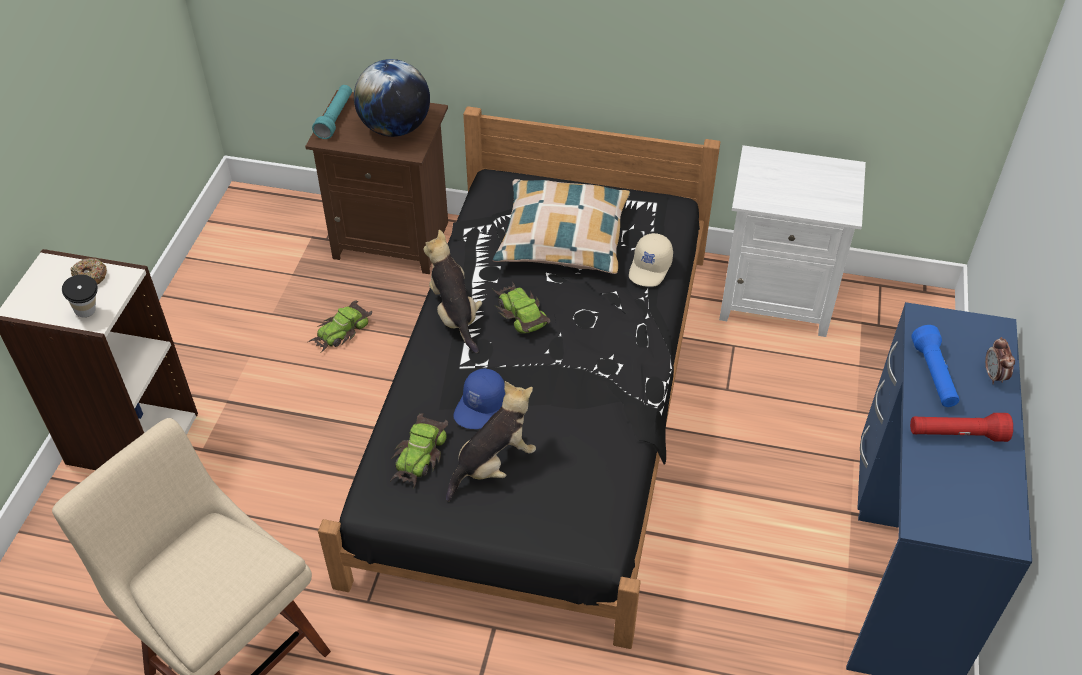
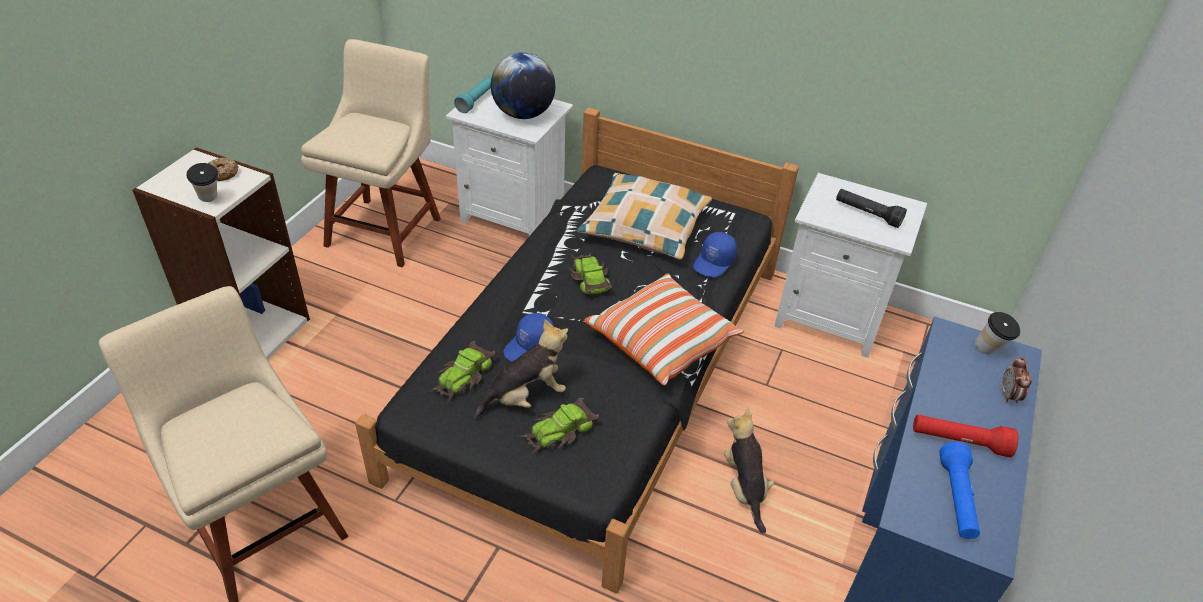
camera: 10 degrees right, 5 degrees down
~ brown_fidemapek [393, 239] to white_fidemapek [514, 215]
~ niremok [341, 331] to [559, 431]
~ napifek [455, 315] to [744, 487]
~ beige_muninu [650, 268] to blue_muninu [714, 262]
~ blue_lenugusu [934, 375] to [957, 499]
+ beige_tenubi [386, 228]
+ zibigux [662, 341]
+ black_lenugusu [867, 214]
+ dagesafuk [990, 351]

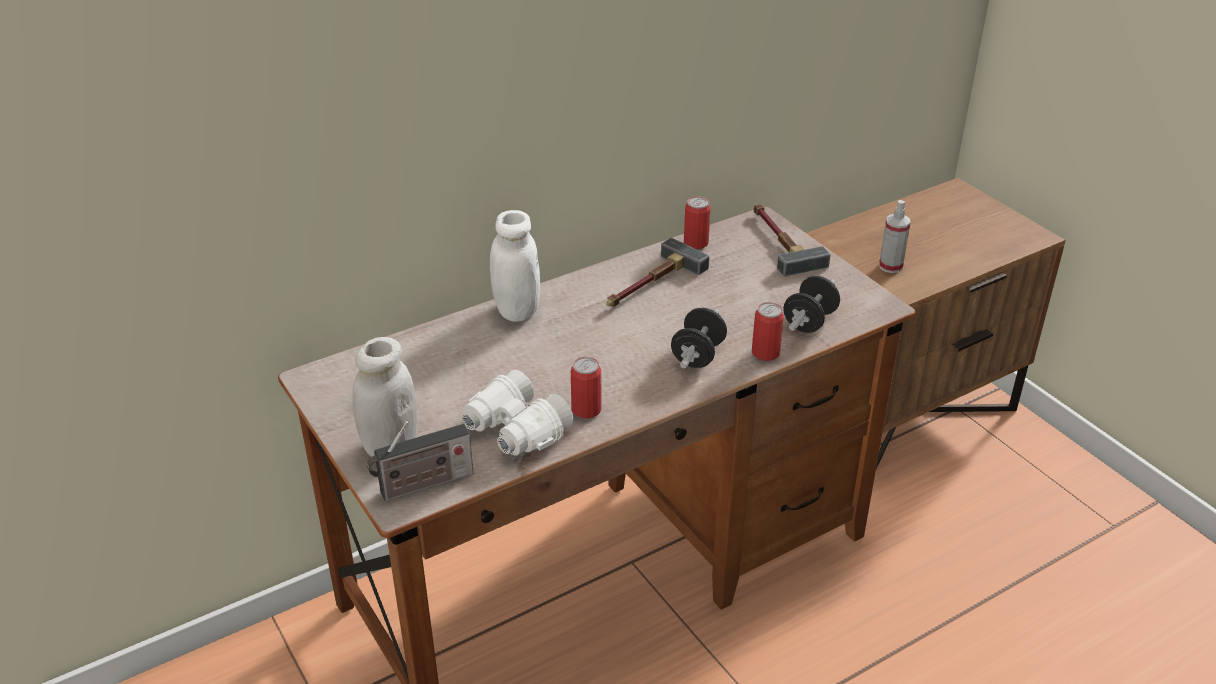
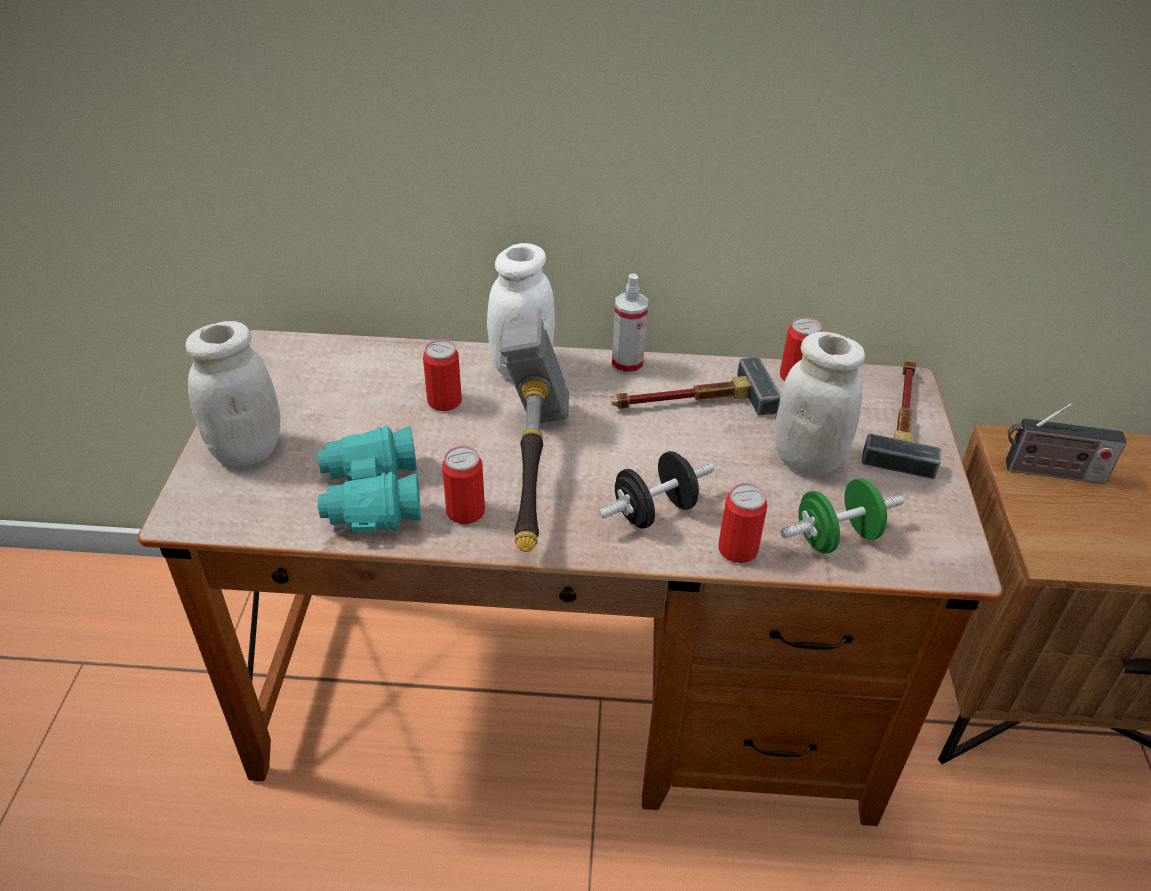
camera: 35 degrees right, 5 degrees up
~ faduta [423, 485] to [1049, 472]
~ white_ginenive [515, 431] to turquoise_ginenive [371, 496]
~ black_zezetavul [809, 321] to green_zezetavul [836, 537]
~ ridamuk [890, 266] to [627, 364]
+ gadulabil [444, 401]
+ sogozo [533, 472]
+ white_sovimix [807, 459]

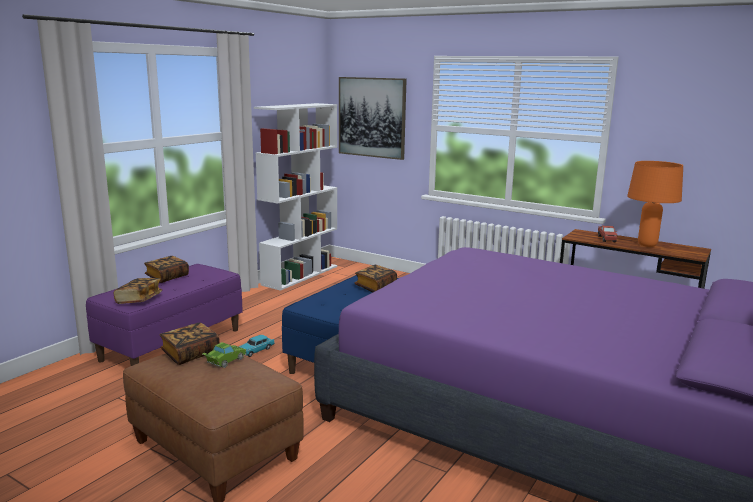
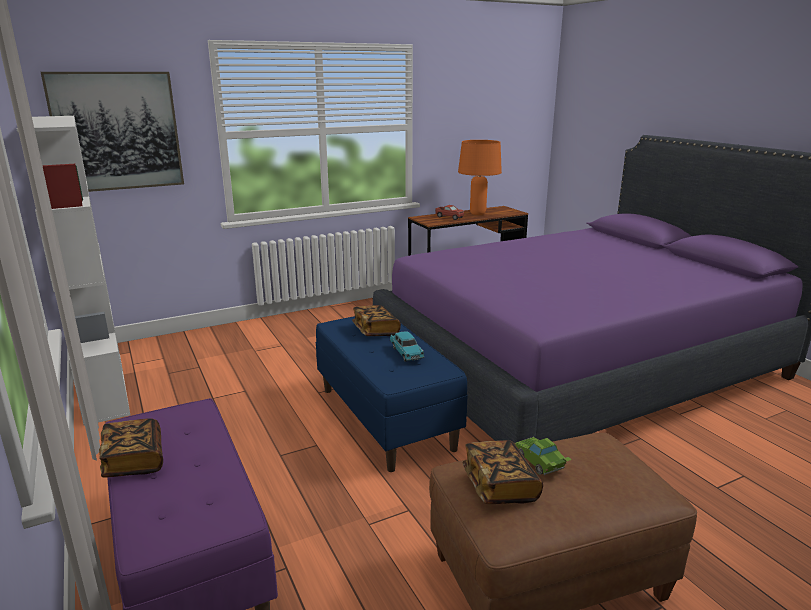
camera: 60 degrees left, 5 degrees up
- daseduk [139, 300]
~ turquoise_niremok [256, 350] to [406, 353]

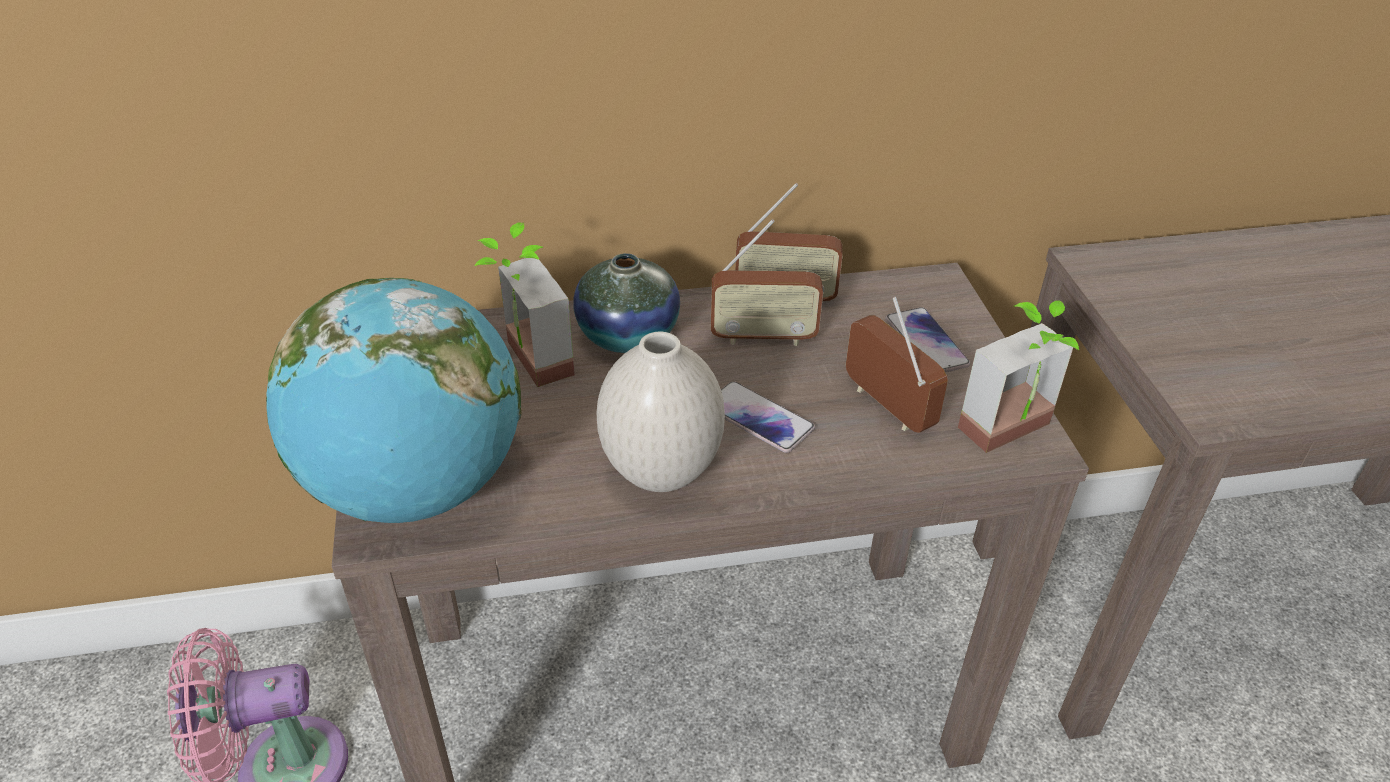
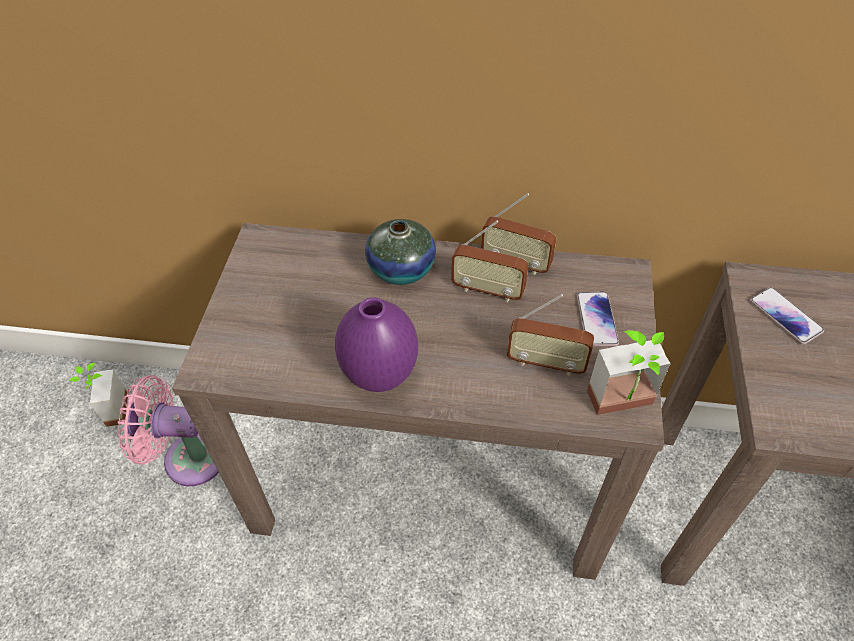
camera: 20 degrees right, 10 degrees up
- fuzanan [417, 488]
~ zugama [524, 363] to [109, 411]
~ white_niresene [659, 473] to purple_niresene [379, 375]
~ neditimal [759, 418] to [785, 316]
~ faduta [887, 407] = [546, 363] 120 degrees clockwise

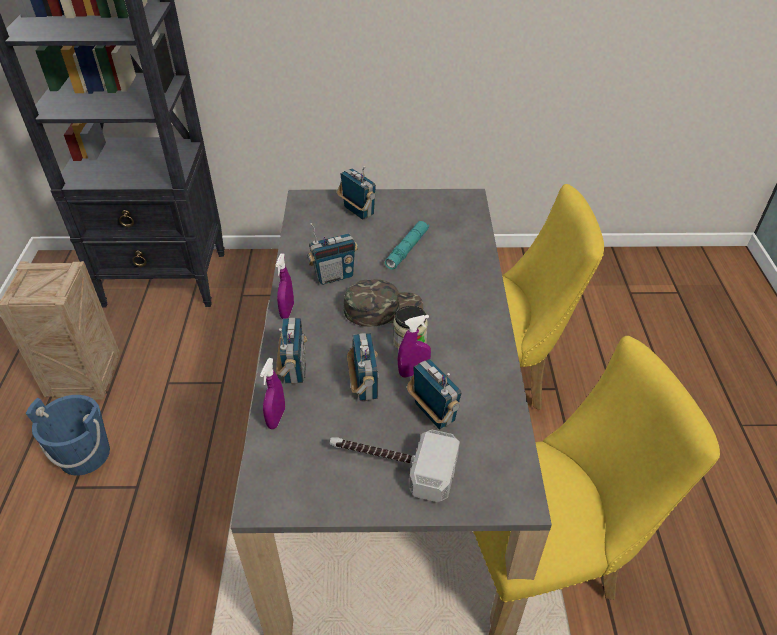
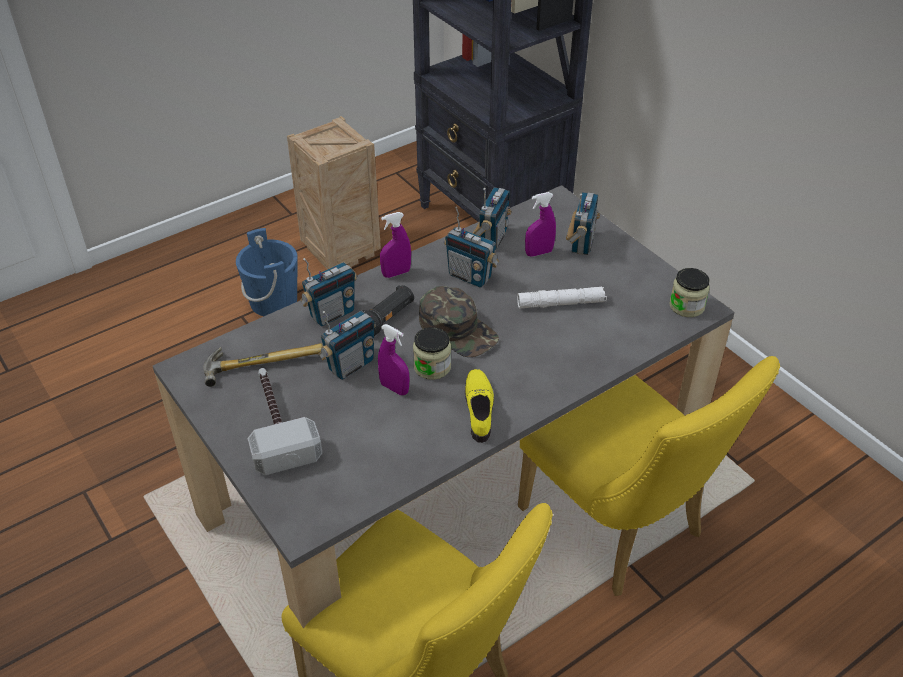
camera: 55 degrees right, 0 degrees up
~ purple_ridamuk [276, 418] to [539, 253]
~ turquoise_lenugusu [407, 249] to white_lenugusu [561, 303]
~ faduta [433, 413] to [492, 238]
+ sogozo [263, 360]
+ black_lenugusu [387, 319]
+ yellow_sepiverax [480, 408]
+ sovimix [686, 306]

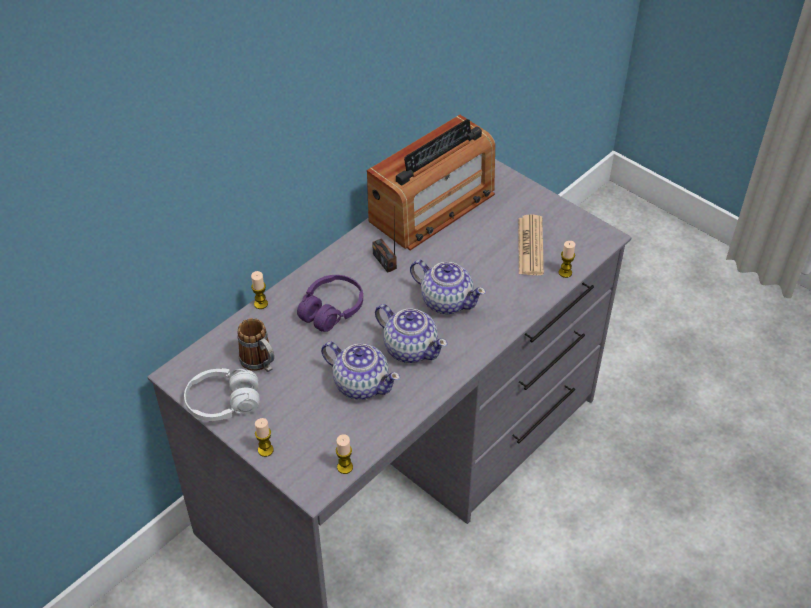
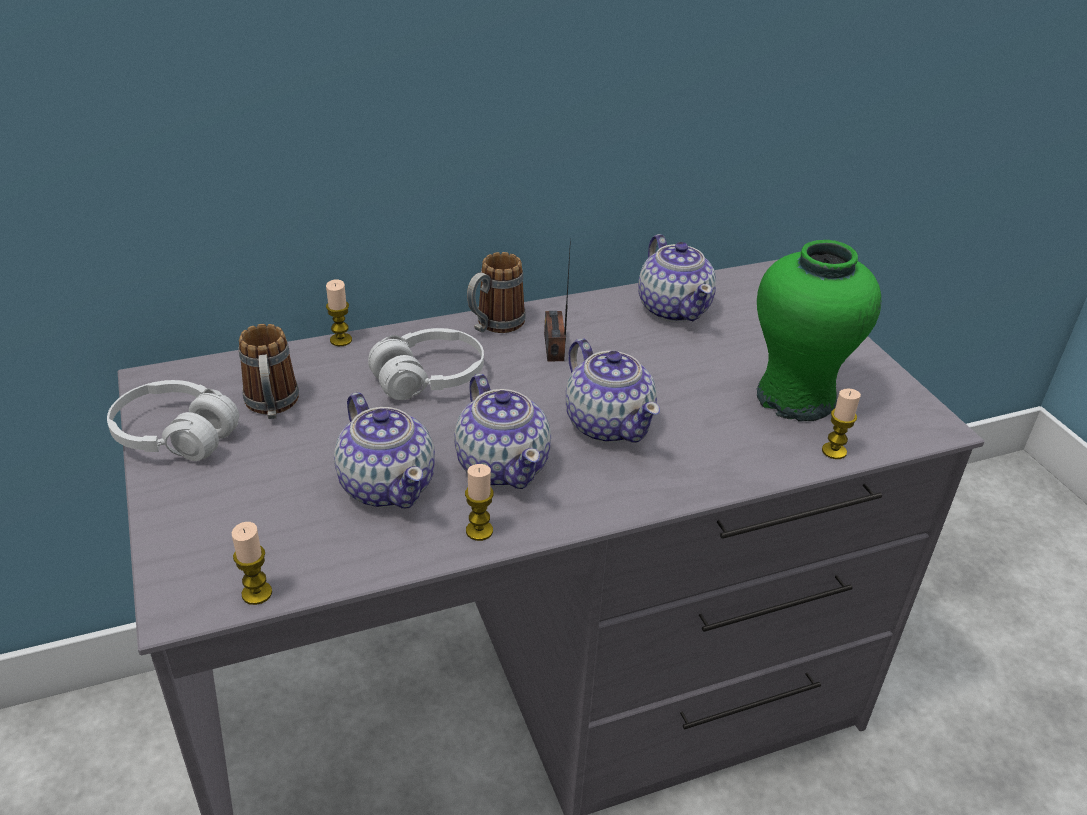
camera: 25 degrees right, 10 degrees down
~ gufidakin [265, 450] to [479, 531]
~ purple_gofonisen [331, 310] to white_gofonisen [429, 378]
~ faduta [432, 207] to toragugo [674, 308]
~ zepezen [530, 246] to green_niresene [796, 398]
+ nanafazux [493, 326]

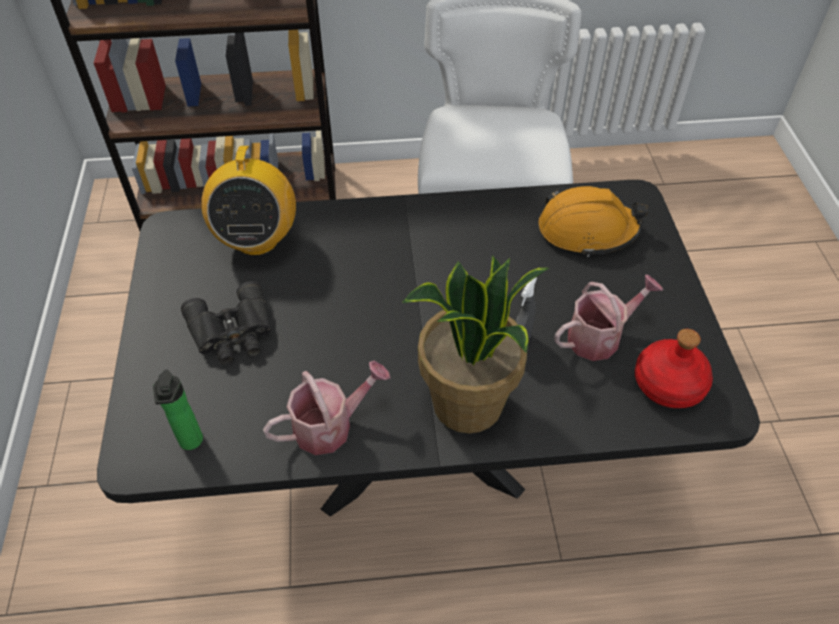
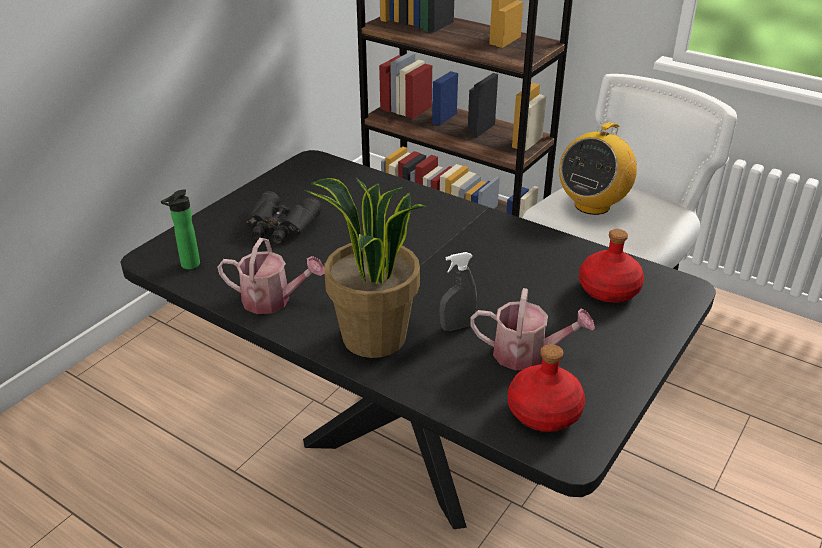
camera: 40 degrees right, 15 degrees down
~ faduta [257, 240] to [592, 205]
~ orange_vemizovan [587, 230] to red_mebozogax [608, 289]

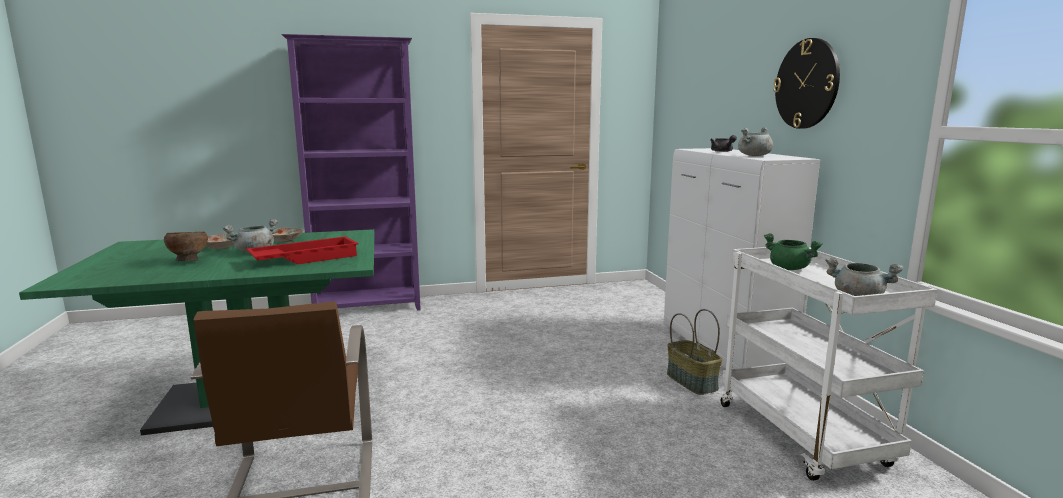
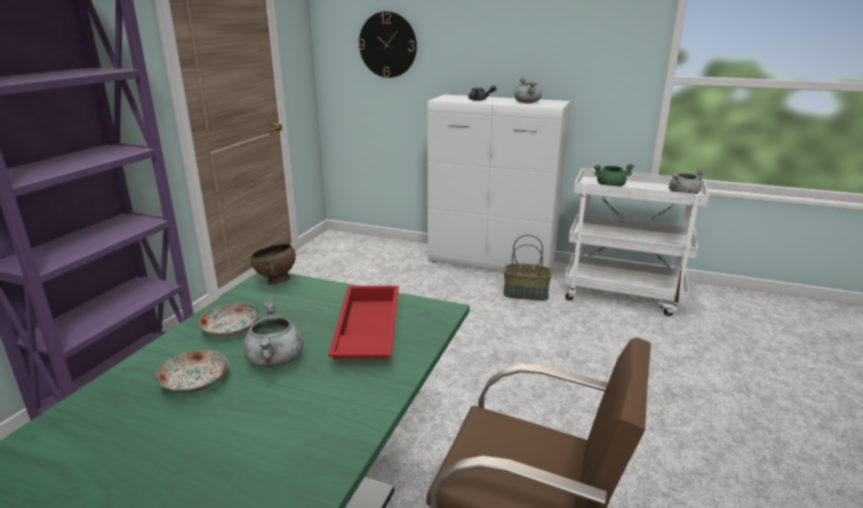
camera: 55 degrees left, 10 degrees up
~ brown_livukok [188, 261] to [276, 282]
~ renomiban [807, 84] to [388, 45]

